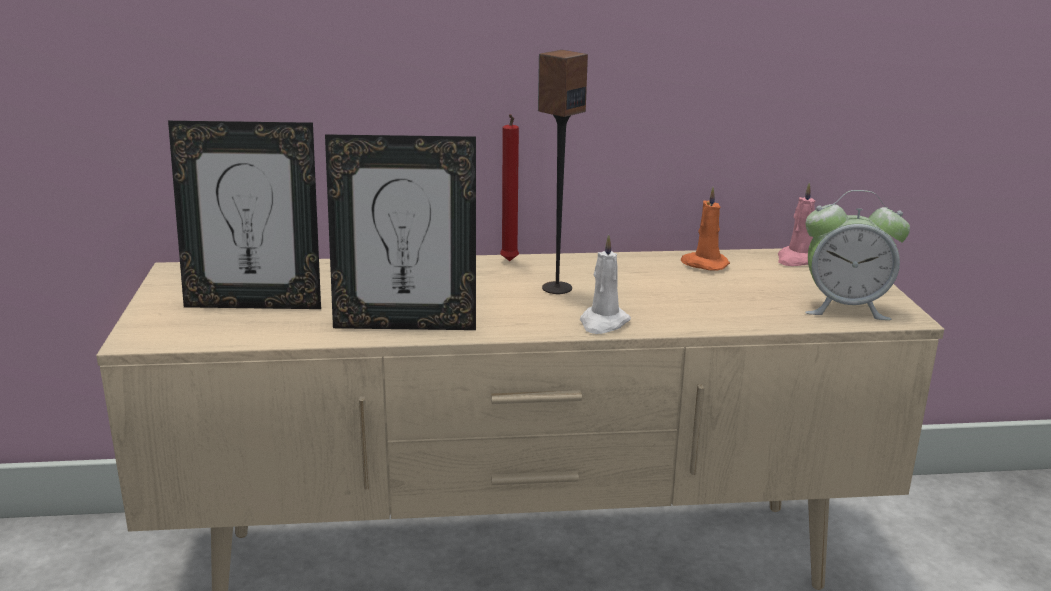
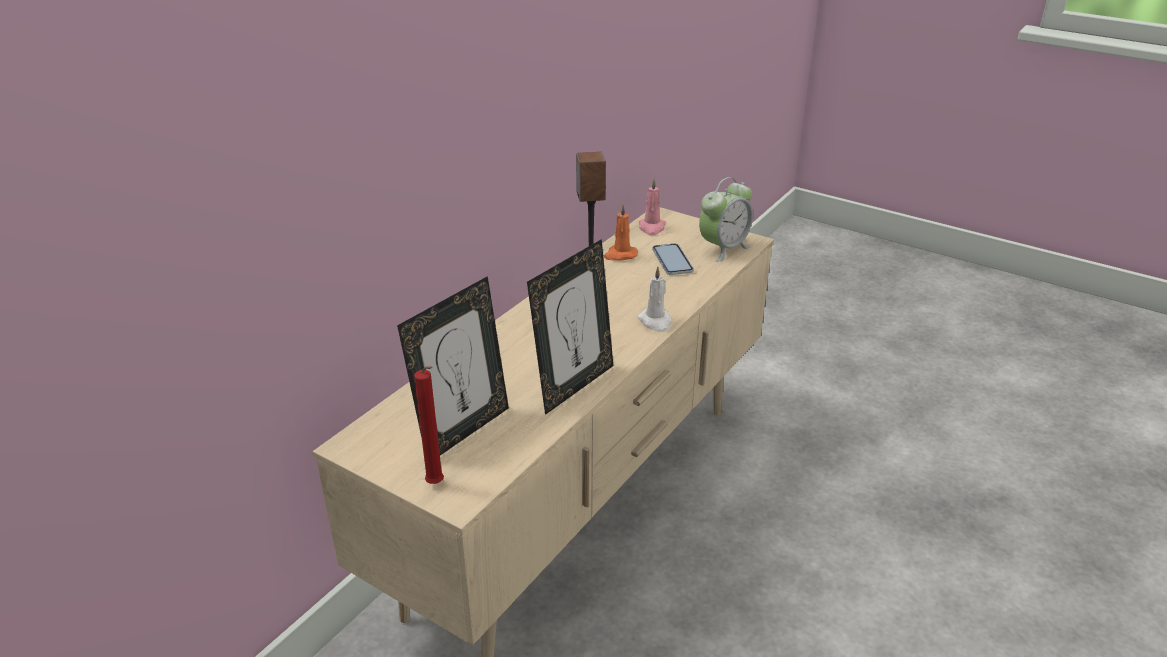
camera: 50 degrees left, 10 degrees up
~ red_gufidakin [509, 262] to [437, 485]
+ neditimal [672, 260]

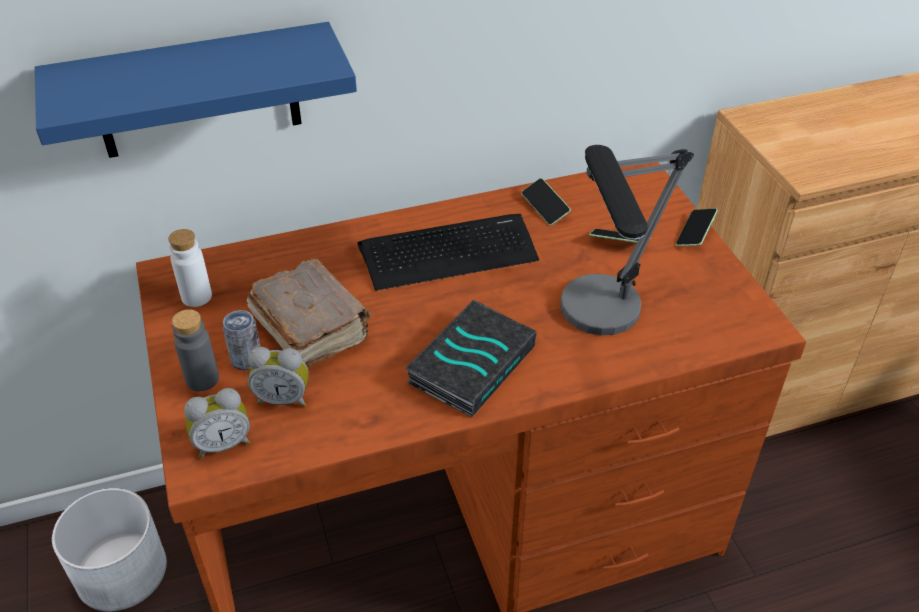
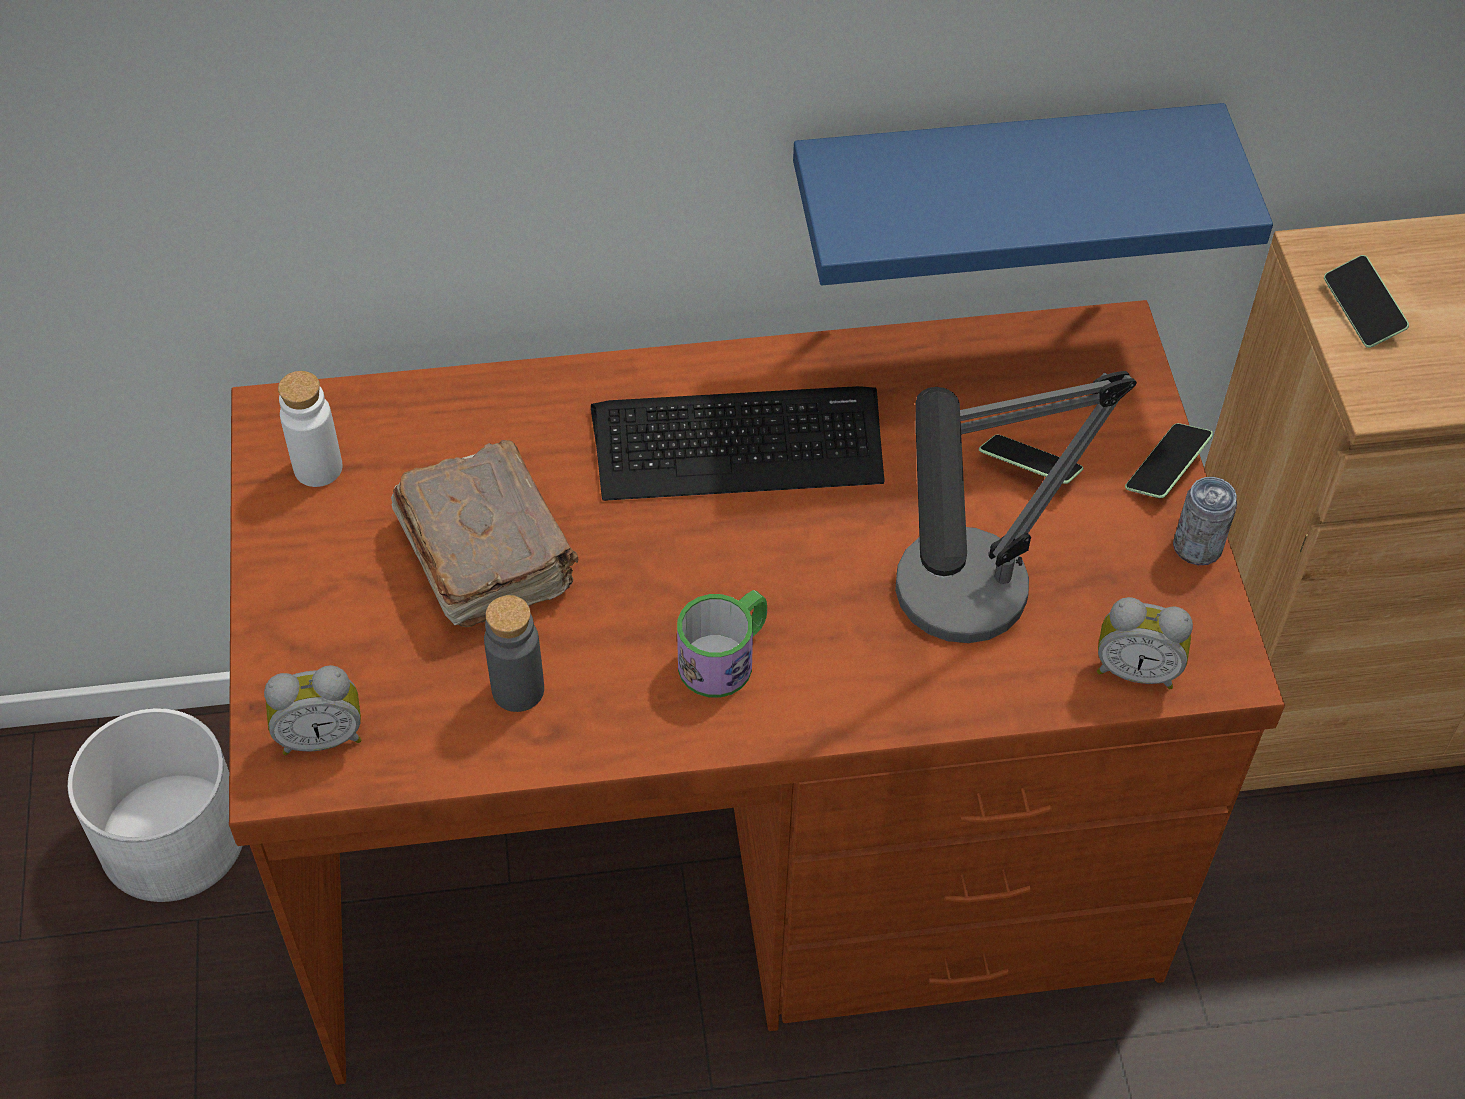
camera: 10 degrees right, 10 degrees up
~ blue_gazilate [197, 92] to [1001, 183]
~ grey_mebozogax [202, 379] to [518, 690]
~ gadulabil [246, 360] to [1197, 547]
~ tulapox [283, 398] to [1136, 669]
~ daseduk [471, 362] to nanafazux [725, 657]
~ neditimal [545, 208] to [1362, 311]

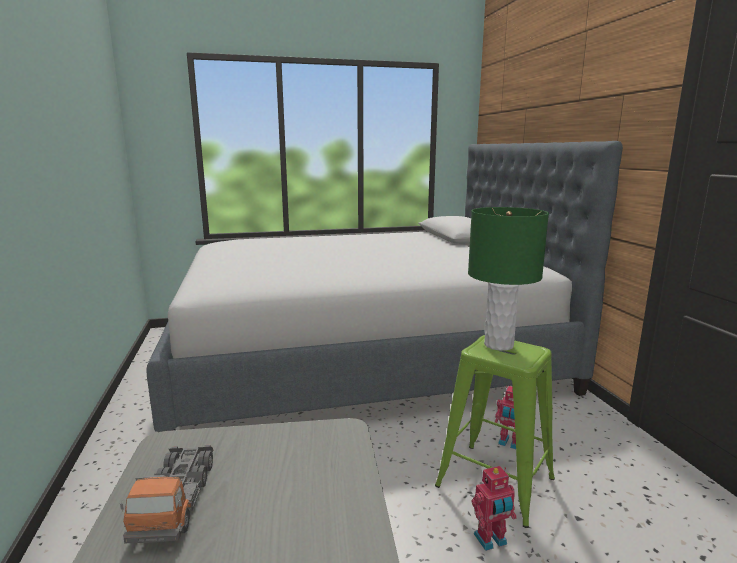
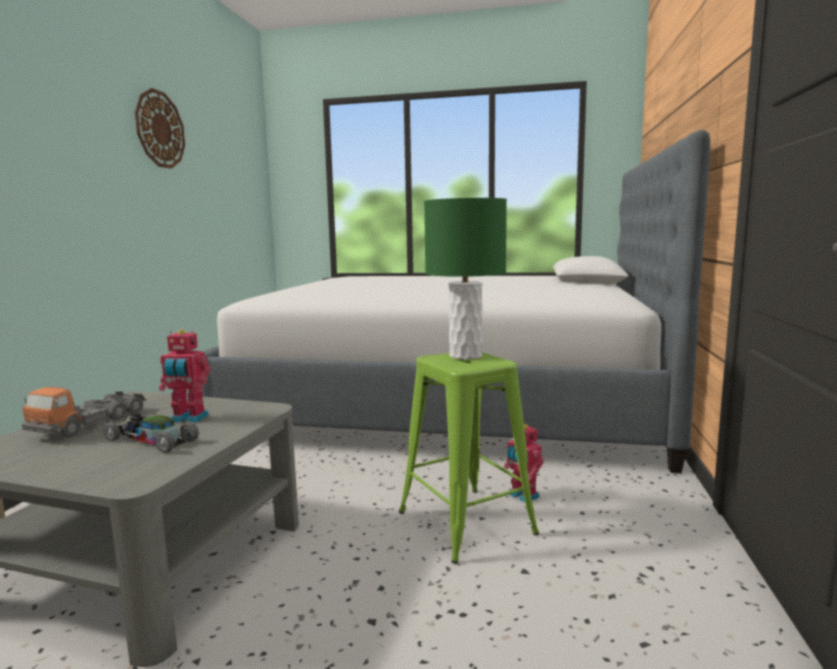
camera: 25 degrees right, 5 degrees down
~ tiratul [491, 540] to [188, 419]
+ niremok [151, 441]
+ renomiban [160, 129]

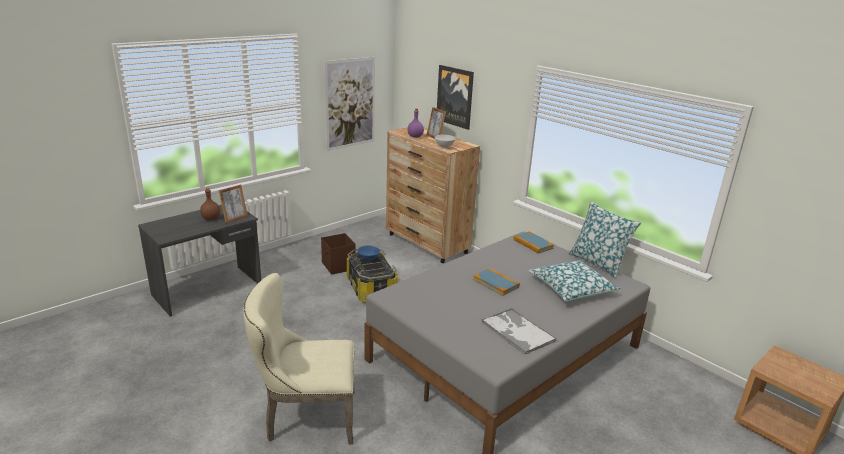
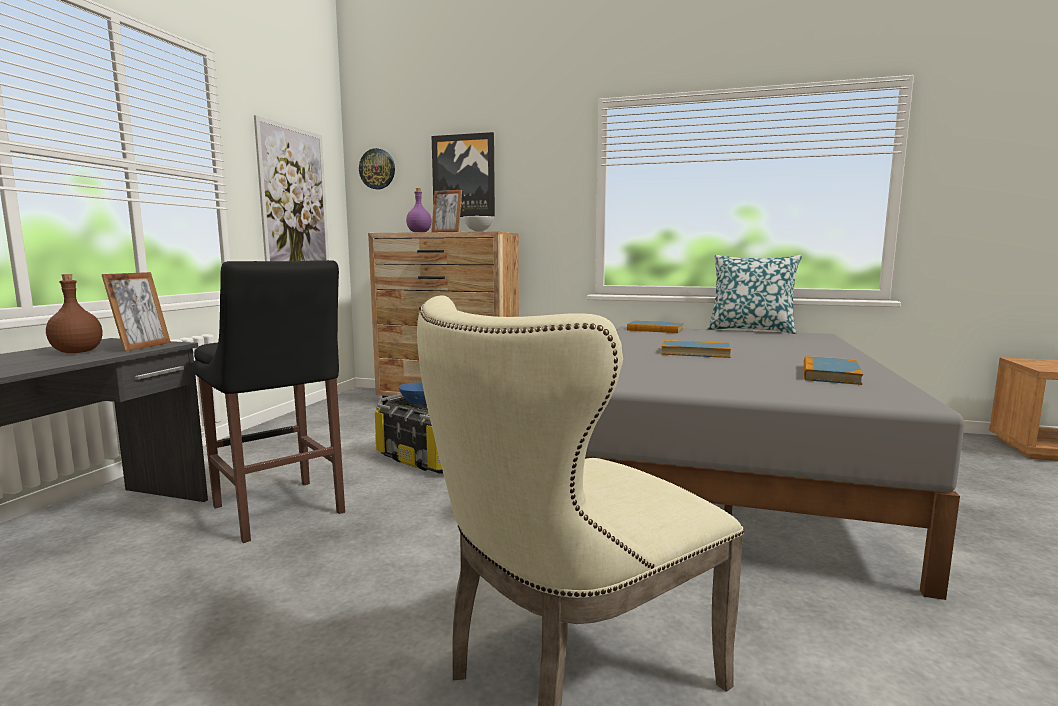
camera: 30 degrees left, 15 degrees down
- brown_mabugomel [338, 266]
~ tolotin [517, 331] to daseduk [830, 374]
- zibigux [571, 288]
+ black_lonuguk [280, 512]
+ renomiban [377, 169]

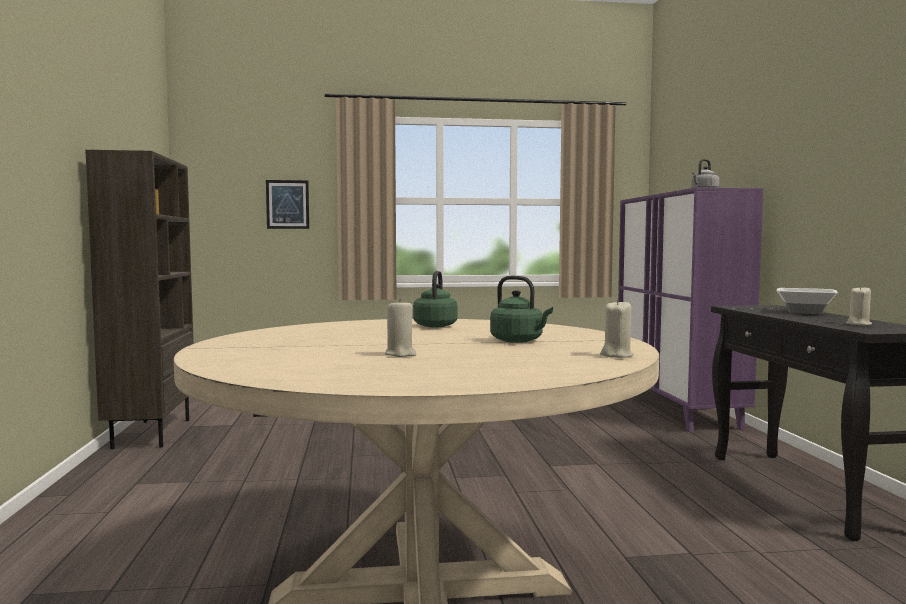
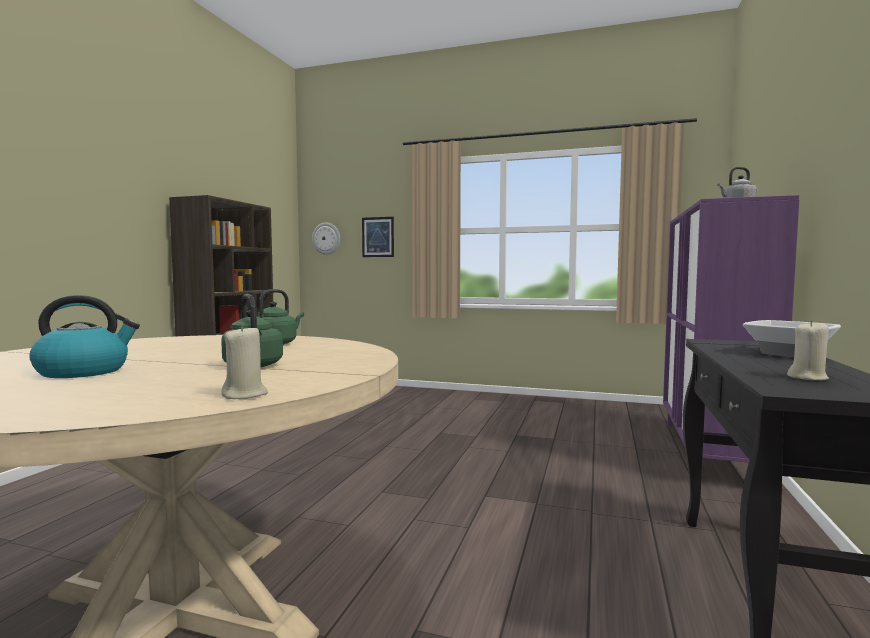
camera: 25 degrees right, 0 degrees up
~ beige_gufidakin [400, 354] to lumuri [84, 371]
+ renomiban [326, 238]

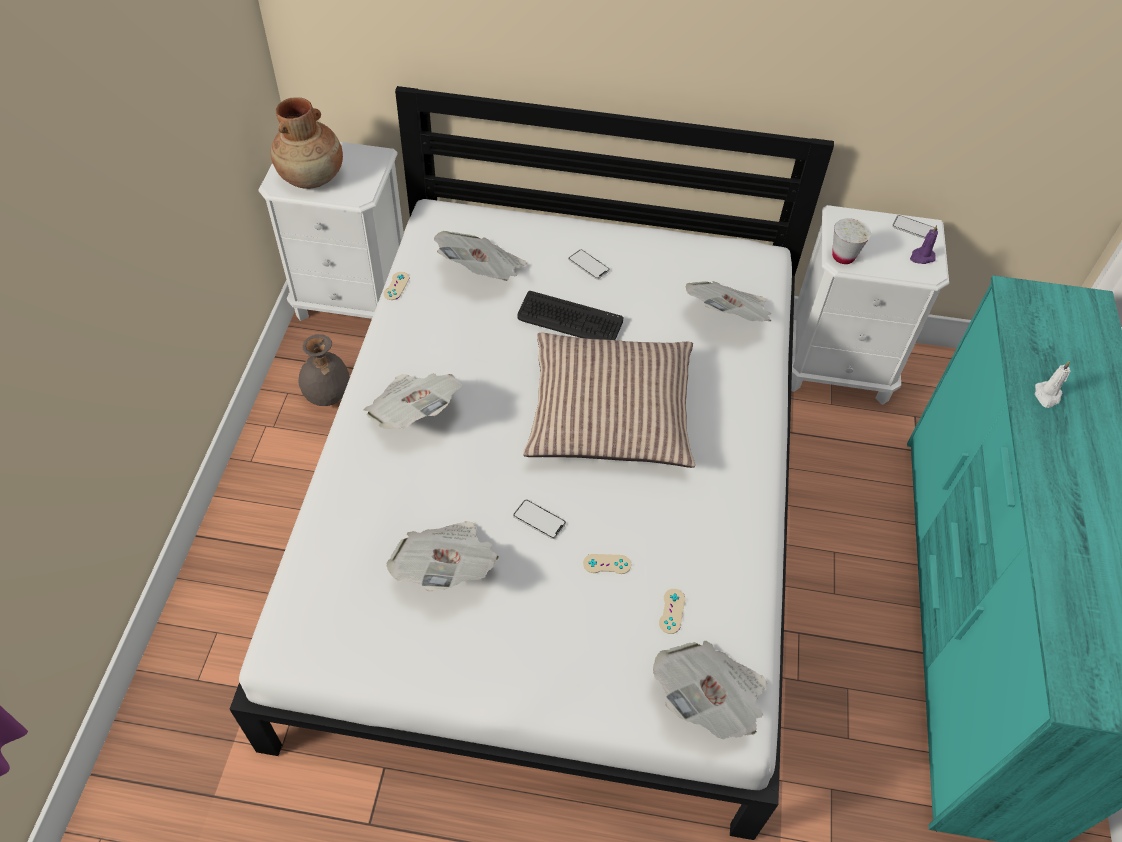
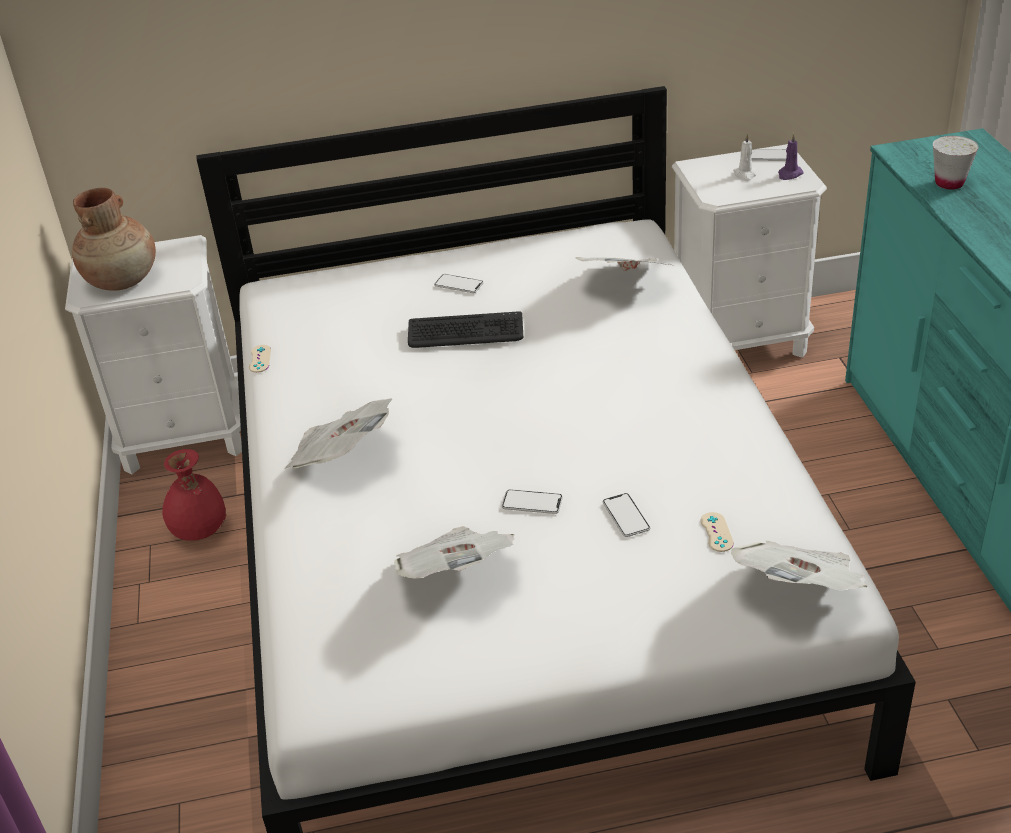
camera: 15 degrees left, 15 degrees down
~ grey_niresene [327, 396] to red_niresene [200, 533]
- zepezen [482, 272]
- zibigux [610, 412]
~ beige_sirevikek [607, 564] to neditimal [626, 516]
~ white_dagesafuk [843, 256] to [949, 183]
~ white_gufidakin [1047, 396] to [745, 174]

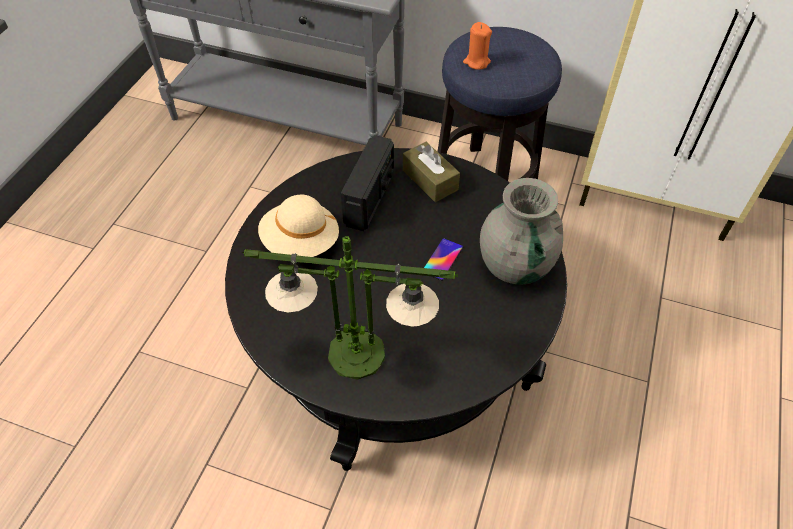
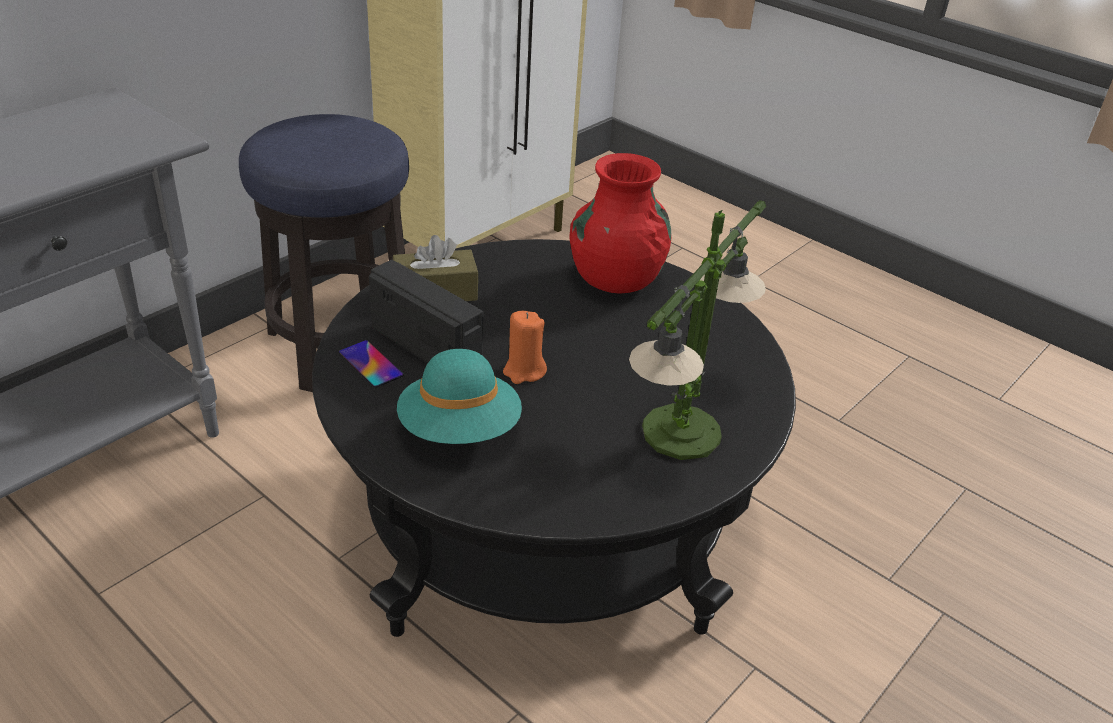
camera: 70 degrees left, 15 degrees down
~ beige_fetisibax [301, 242] to turquoise_fetisibax [460, 430]
~ neditimal [442, 259] to [370, 364]
~ orange_gufidakin [476, 62] to [524, 371]
~ grey_niresene [515, 265] to red_niresene [615, 279]

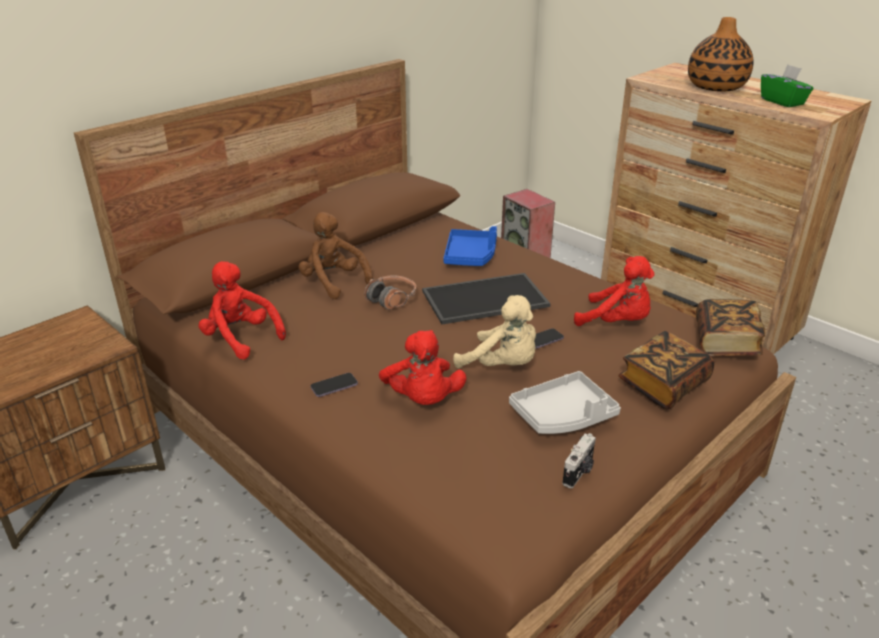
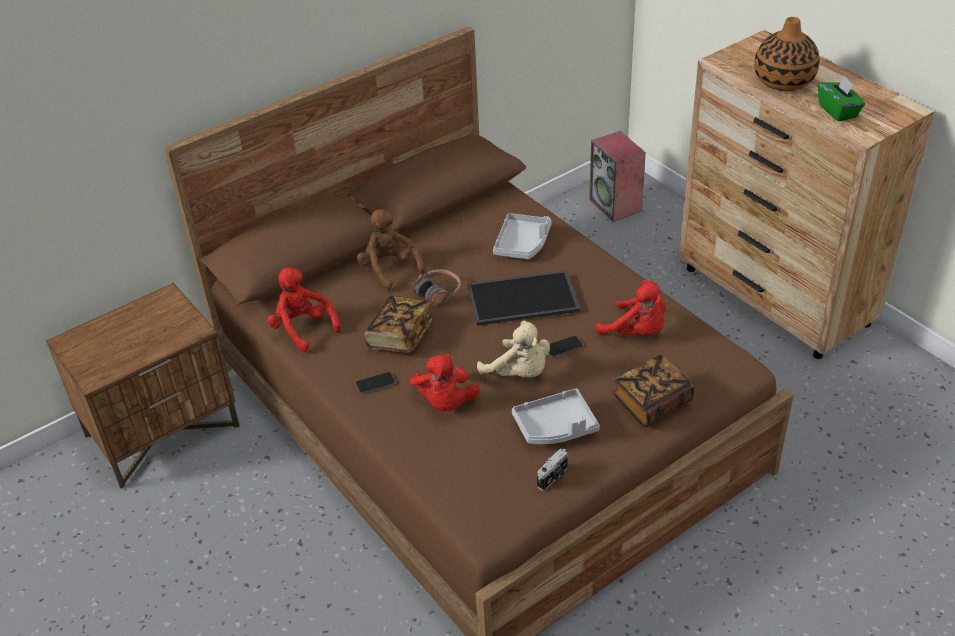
camera: 10 degrees right, 10 degrees up
~ blue_tolotin [470, 256] to grey_tolotin [523, 243]
~ daseduk [725, 342] to [399, 336]

